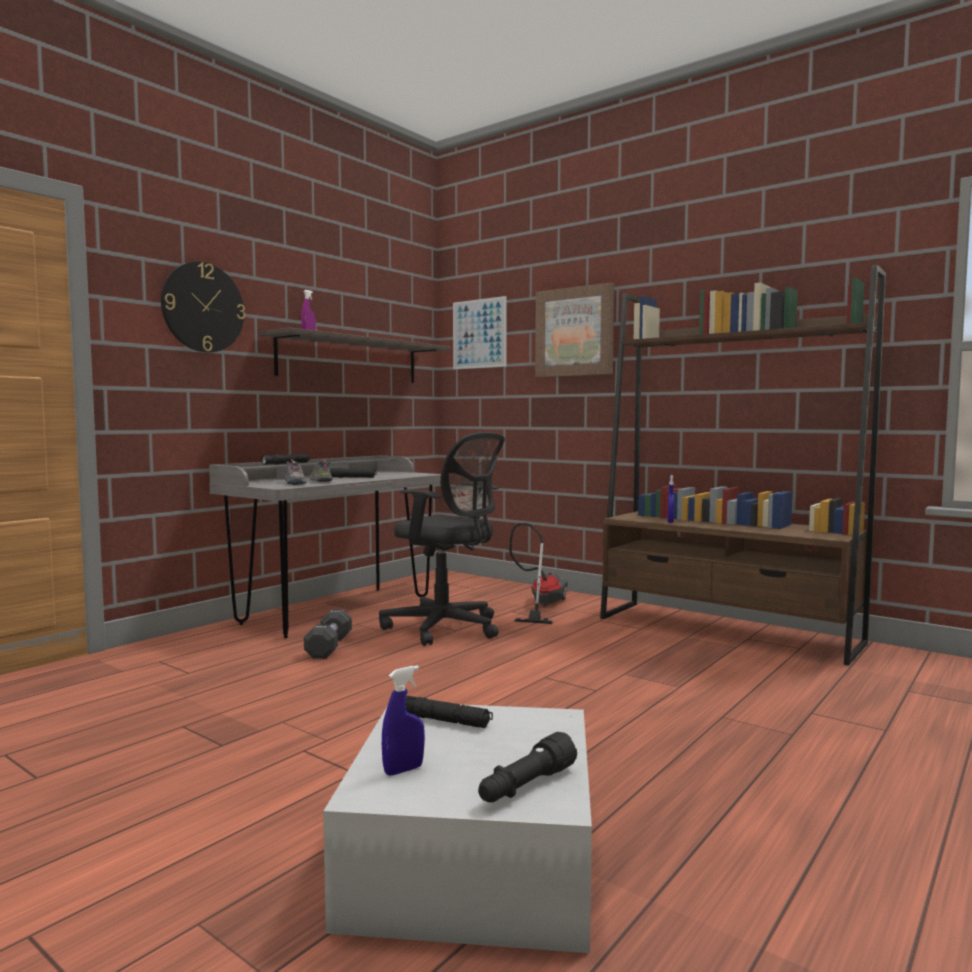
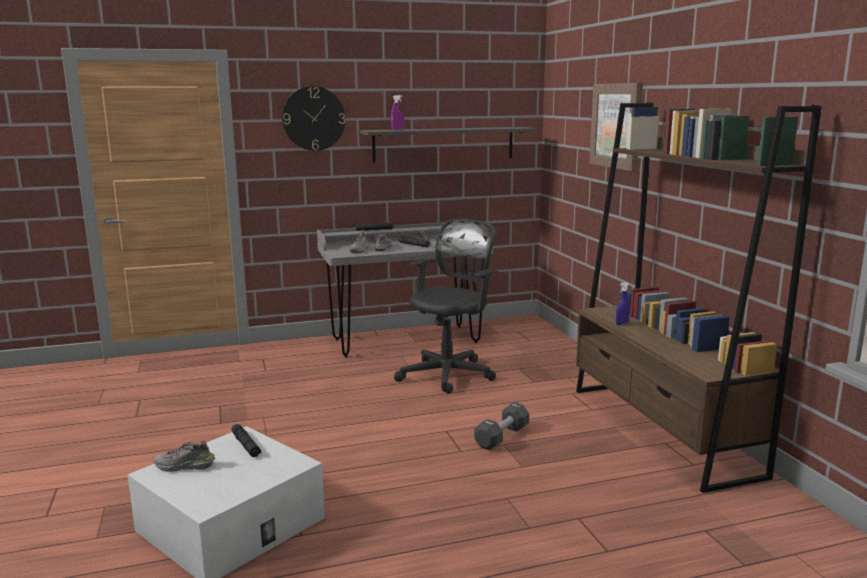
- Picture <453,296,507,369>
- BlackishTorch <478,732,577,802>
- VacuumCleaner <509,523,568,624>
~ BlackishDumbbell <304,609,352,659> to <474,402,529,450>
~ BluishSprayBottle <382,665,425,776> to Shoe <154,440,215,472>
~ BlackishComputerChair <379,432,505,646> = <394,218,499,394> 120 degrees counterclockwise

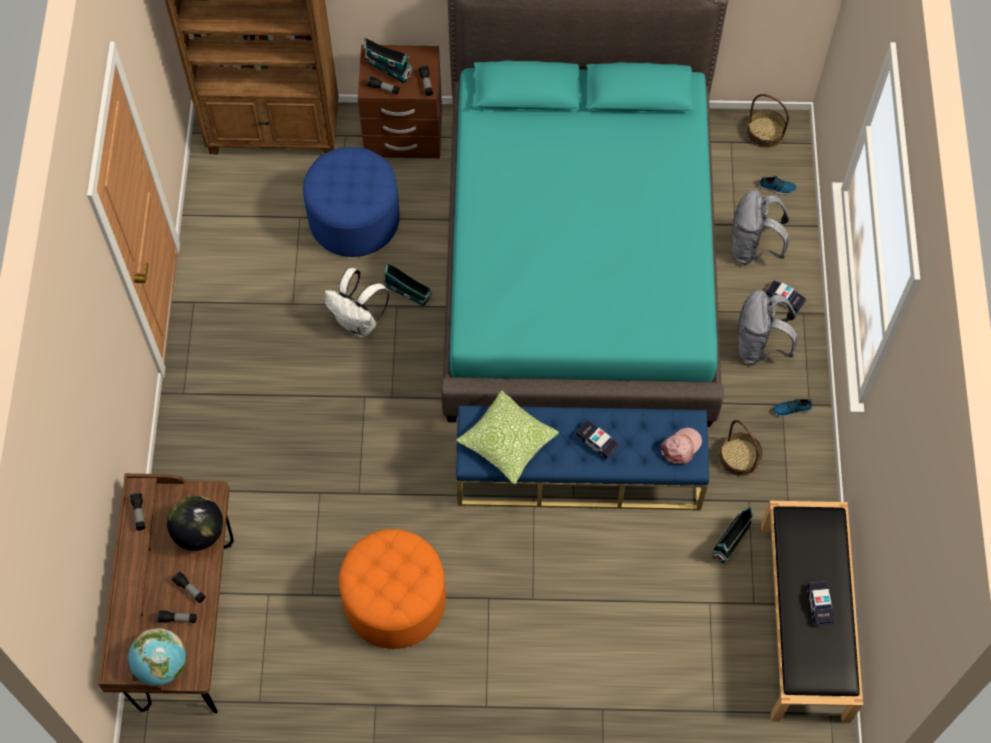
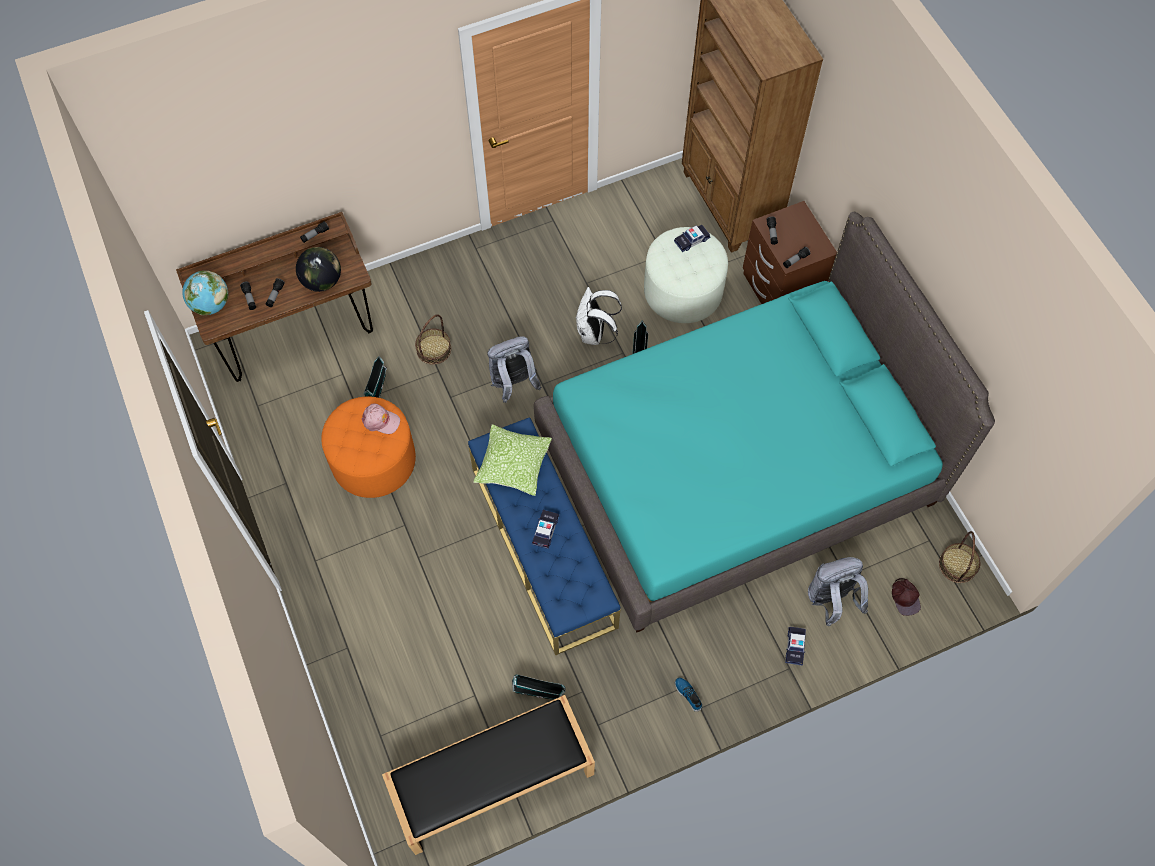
~ ToyHouse <364,37,413,83> to <363,356,387,398>
~ PinkPeakedCap <661,428,702,464> to <362,403,400,434>
~ Basket <719,420,763,477> to <415,314,451,365>
~ GreyishKnapsack <737,290,798,364> to <487,336,542,403>
~ ModelCar <806,581,835,626> to <674,225,710,252>
~ Shoe <758,176,797,195> to BrownColouredPeakedCap <892,578,921,616>
~ BluishOttoman <303,147,400,257> to WhitishOttoman <644,227,728,323>

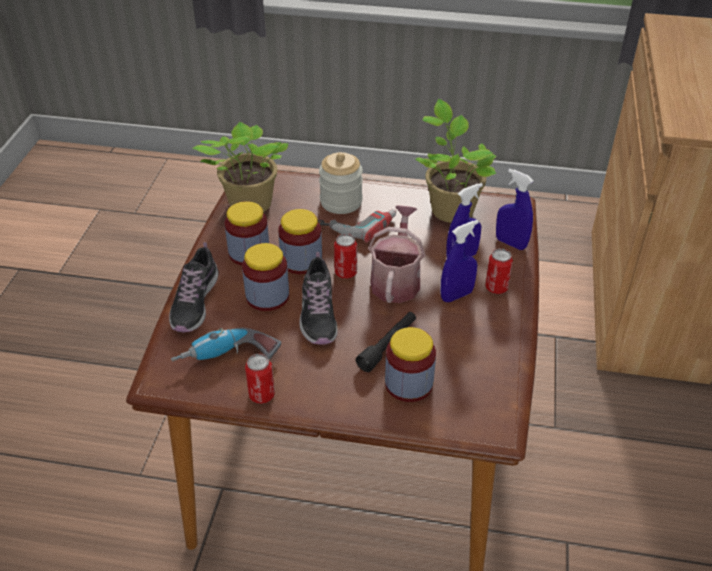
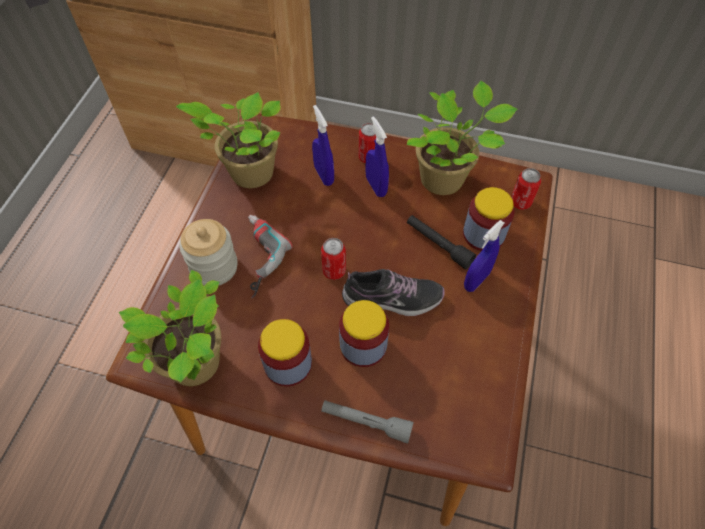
- ElectricDrill <171,328,281,361>
- PreserveJar <278,209,322,274>
- SprinklingCan <368,205,425,303>
+ PlantInAPot <406,81,517,195>
~ Can <245,354,275,404> to <511,168,541,210>
~ BluishSprayBottle <496,169,534,250> to <464,220,504,292>
~ Shoe <169,242,219,332> to GreyishTorch <321,400,414,444>

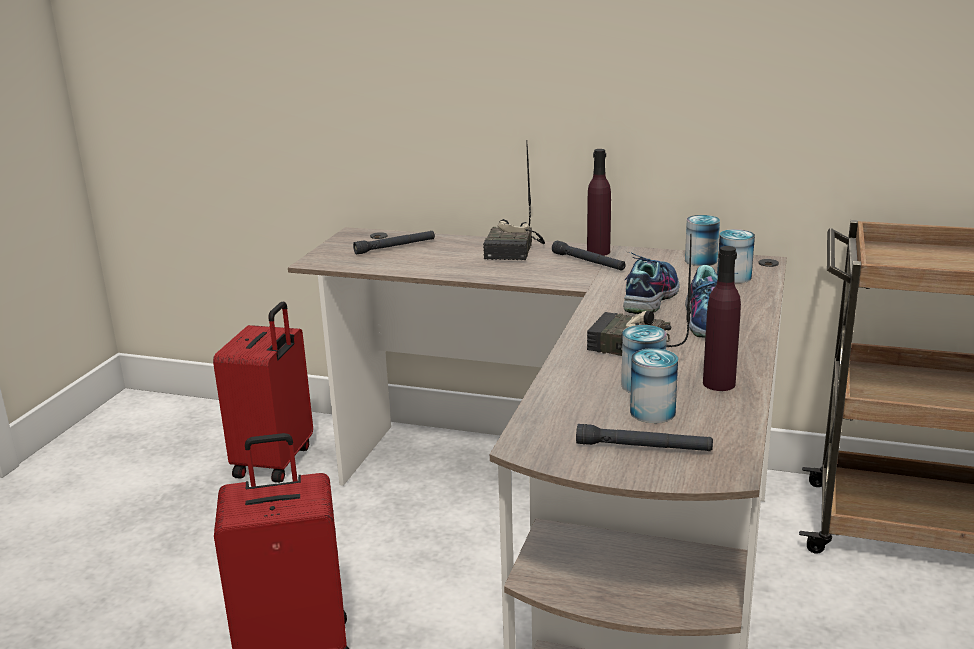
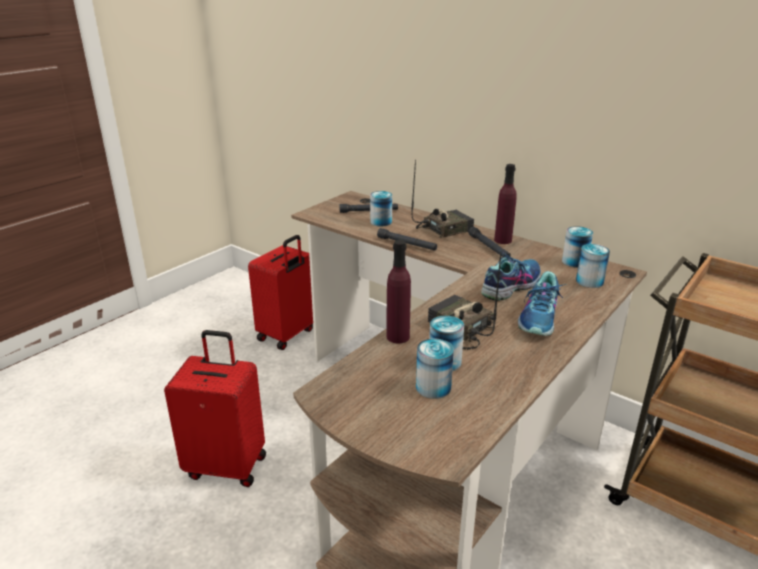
+ Can <370,191,392,226>
~ BlackishTorch <576,424,713,451> to <377,228,437,251>
~ PurpleColouredBottle <703,246,741,391> to <387,240,411,343>
~ Radio <483,144,545,260> = <411,160,474,238> 150 degrees counterclockwise

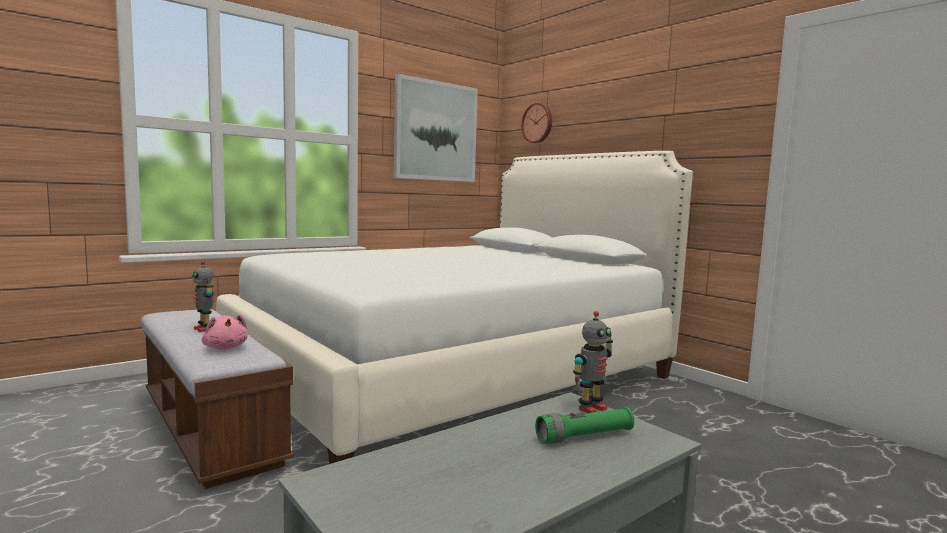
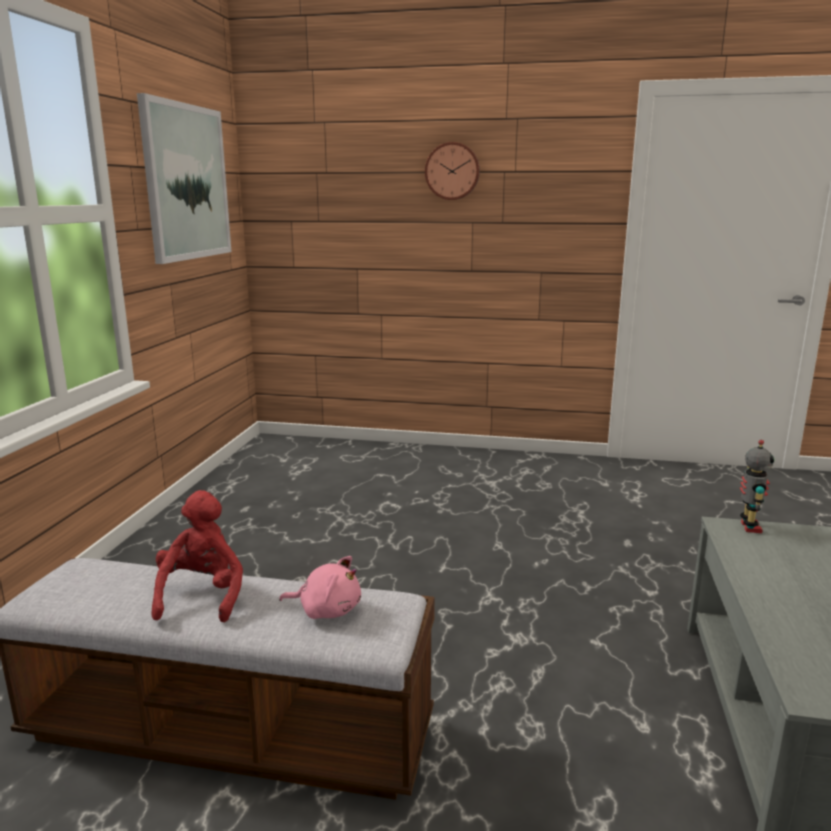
- WhitishBedroomBed <216,151,693,464>
- GreenishTorch <535,407,634,444>
~ HangingClock <521,103,552,143> to <425,142,480,200>
~ ToyRobot <192,261,215,332> to RedSoftToy <152,490,243,622>

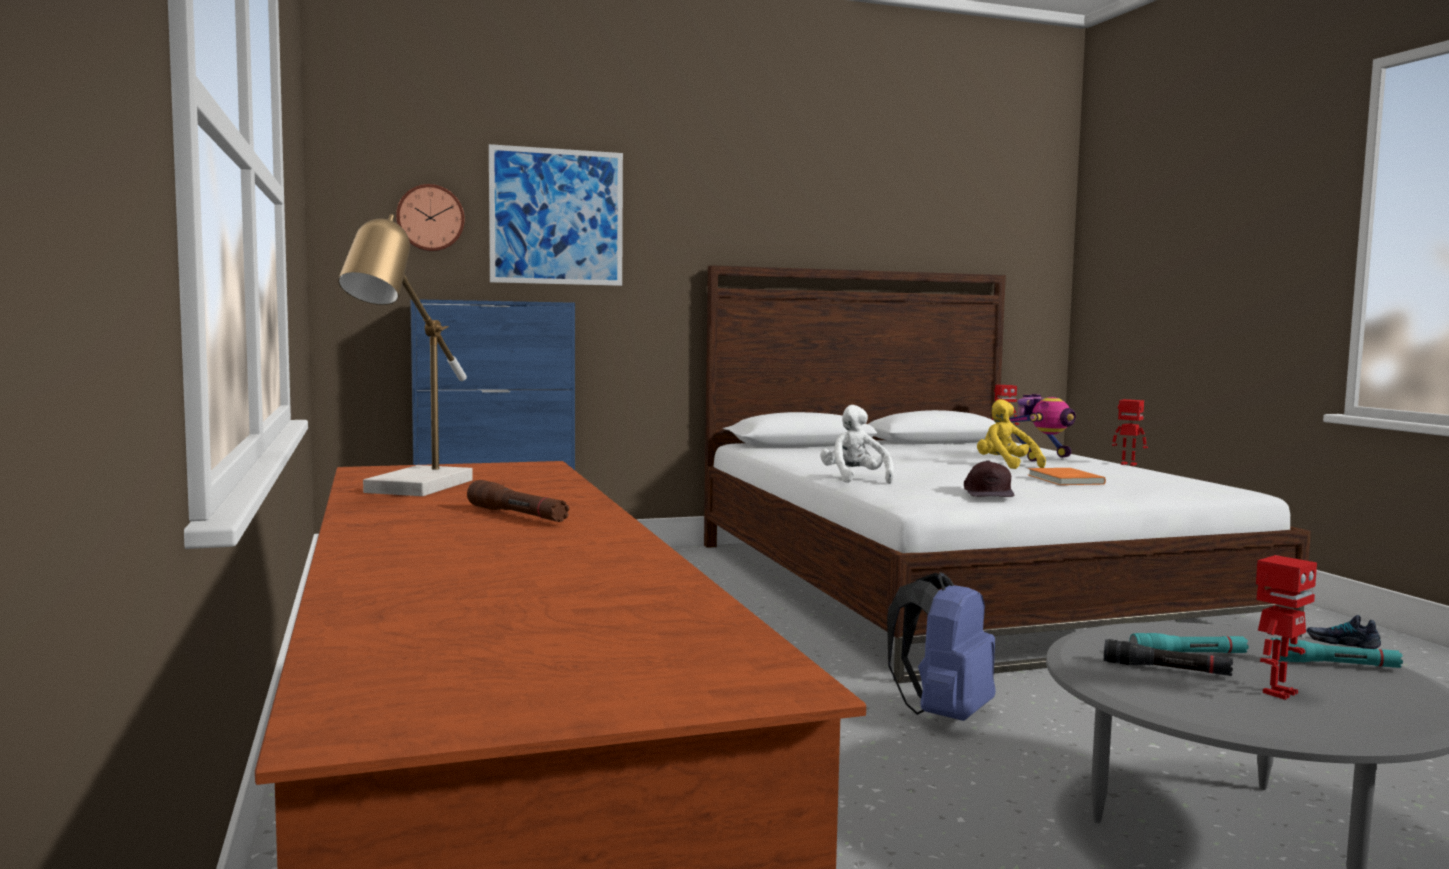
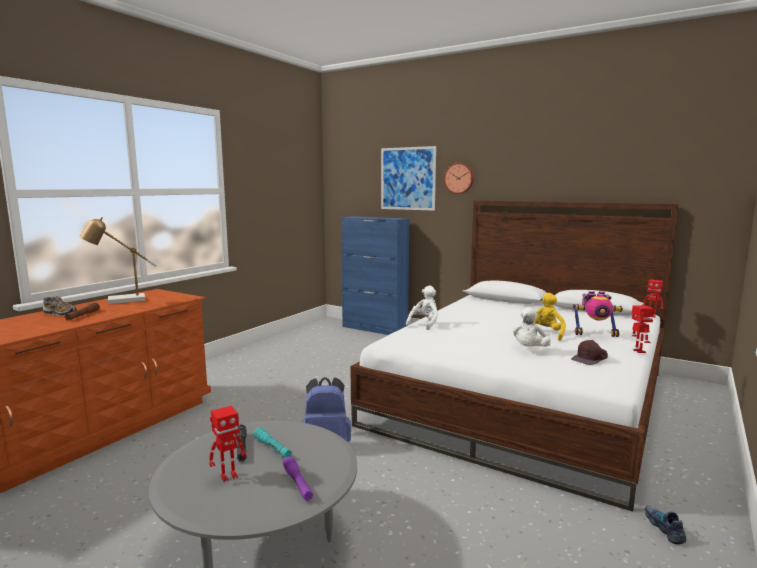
+ Shoe <43,296,77,316>
~ HangingClock <396,184,465,251> to <444,163,474,194>
~ BrownColouredPeakedCap <964,460,1014,497> to <571,340,608,365>
~ OrangeBook <1028,468,1106,485> to WhitishSoftToy <513,307,551,347>
~ TurquoiseColouredTorch <1270,638,1403,668> to PurpleColouredTorch <283,456,313,501>
~ ToyRobot <1256,555,1317,700> = <209,406,247,482> 45 degrees counterclockwise

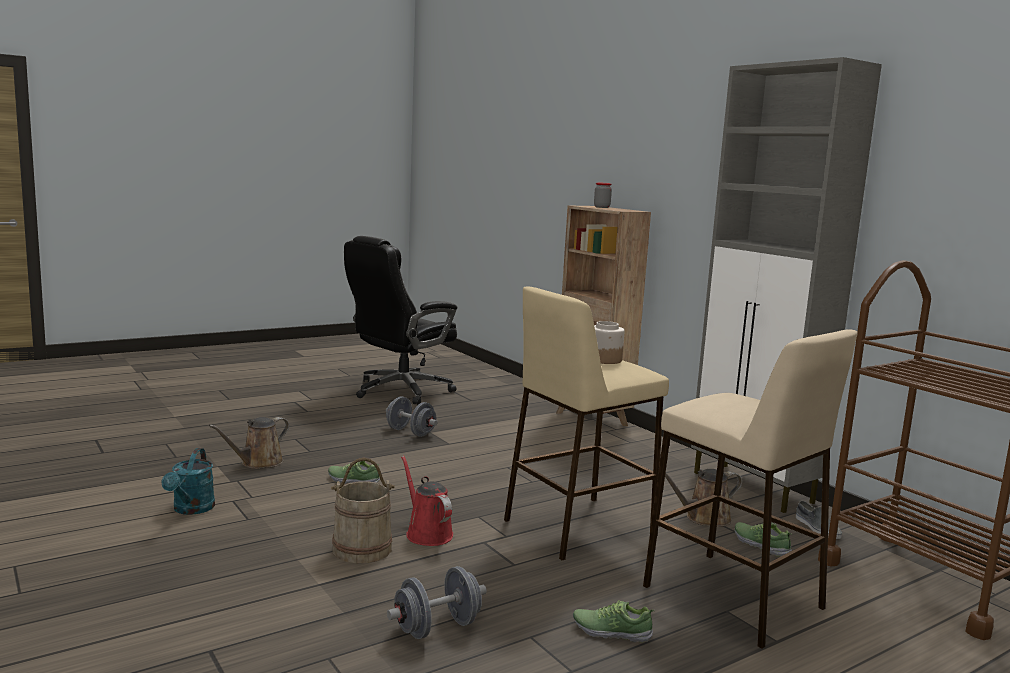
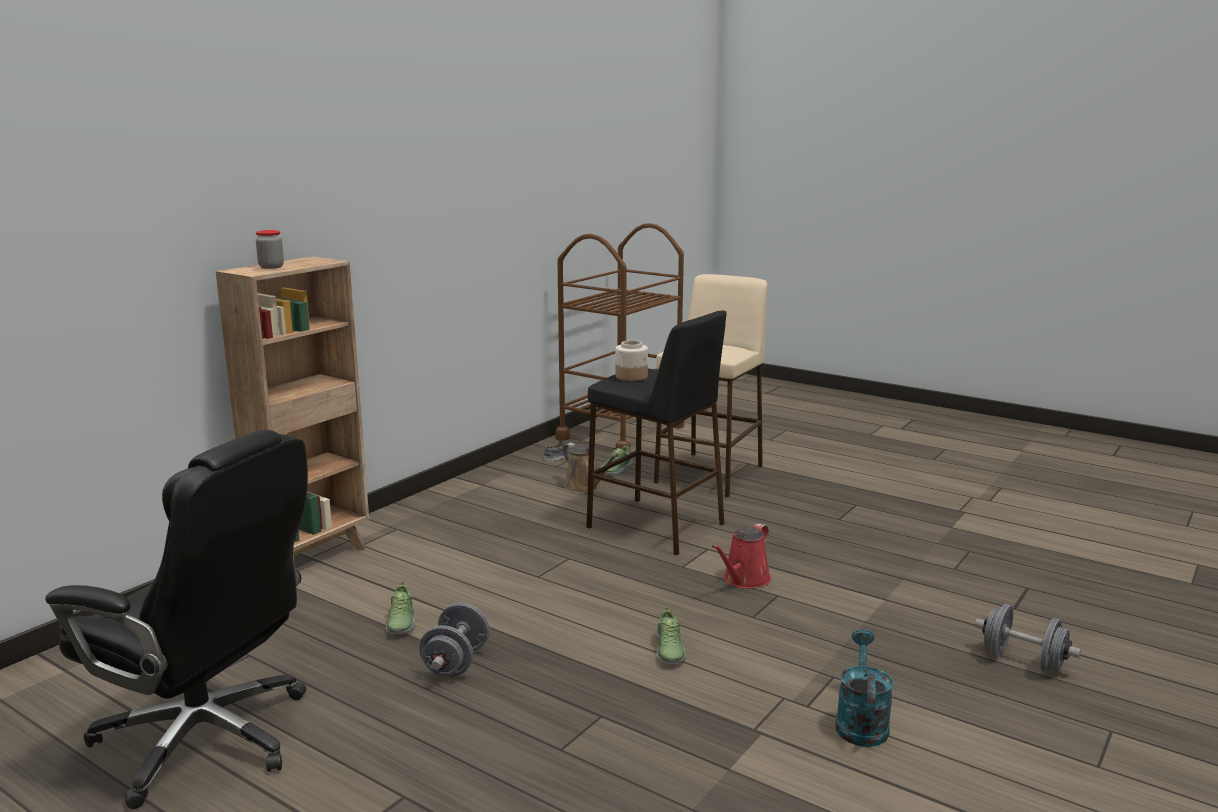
- BrownColouredSprinklingCan <209,417,289,469>
- BeigeColouredPail <331,457,395,563>
- GreyishCabinet <691,57,882,513>
~ GreyishDumbbell <387,566,487,639> to <975,604,1081,673>
~ Shoe <573,600,655,643> to <386,582,415,634>
~ BeigeColouredSittingStool <504,286,669,560> to BlackishSittingStool <586,311,727,555>
~ TurquoiseColouredSprinklingCan <162,448,215,515> = <835,630,894,747> 60 degrees counterclockwise

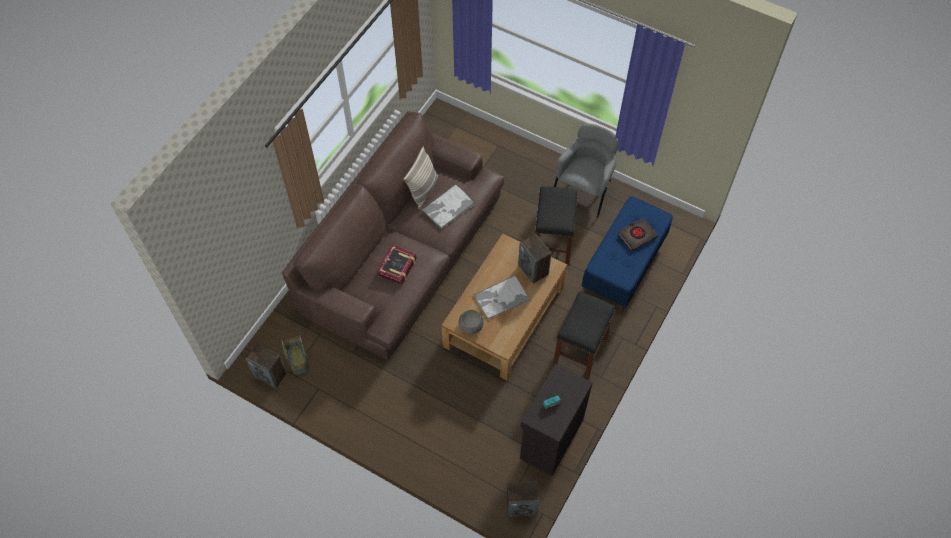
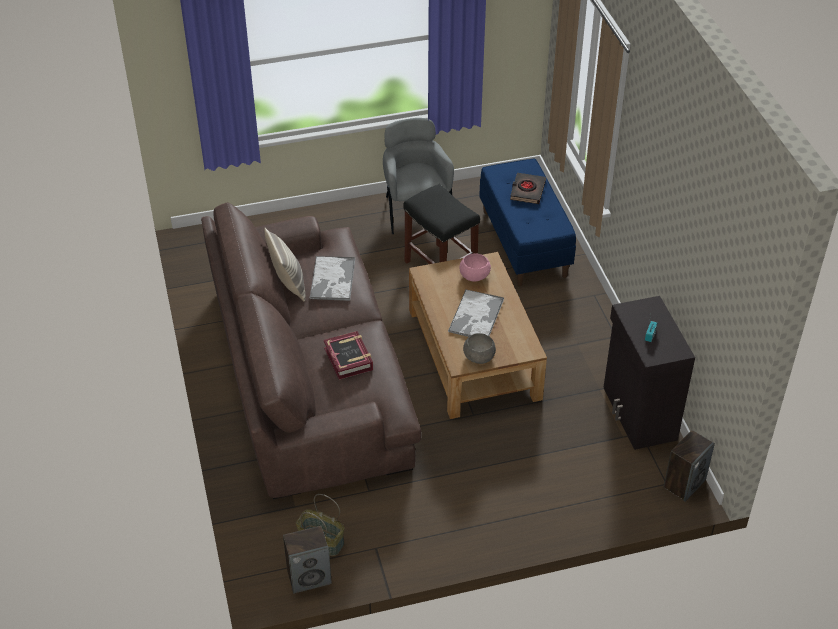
- BlackishSittingStool <553,291,615,379>
~ AudioSpeaker <518,234,552,284> to PinkServingBowl <459,253,491,282>

